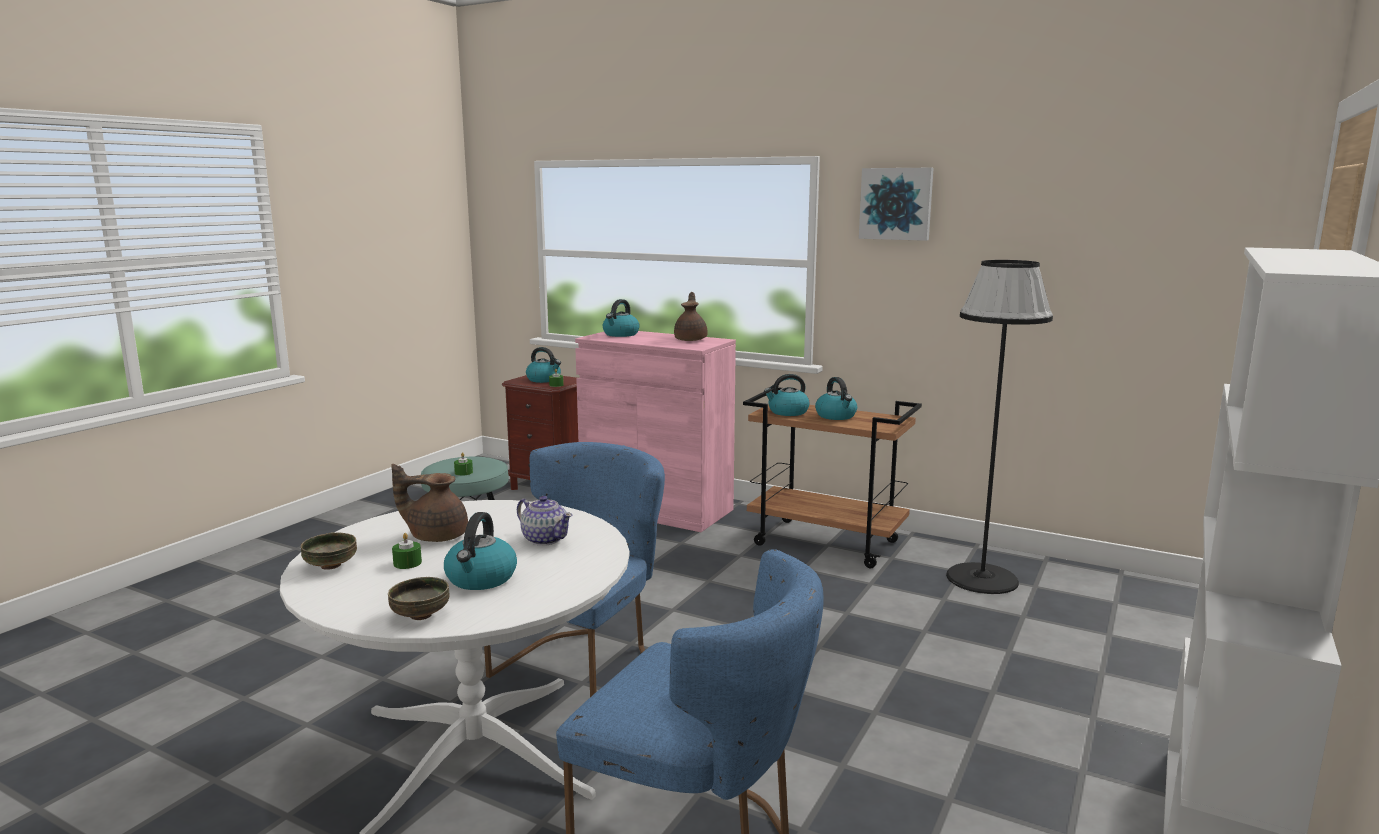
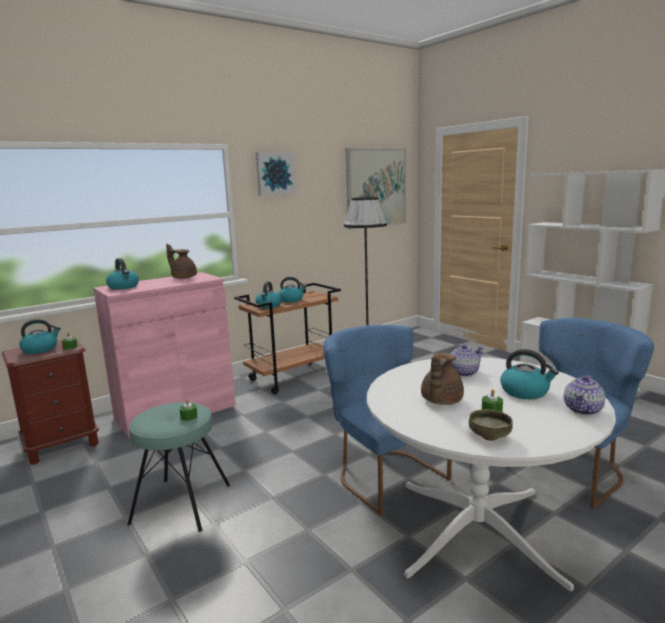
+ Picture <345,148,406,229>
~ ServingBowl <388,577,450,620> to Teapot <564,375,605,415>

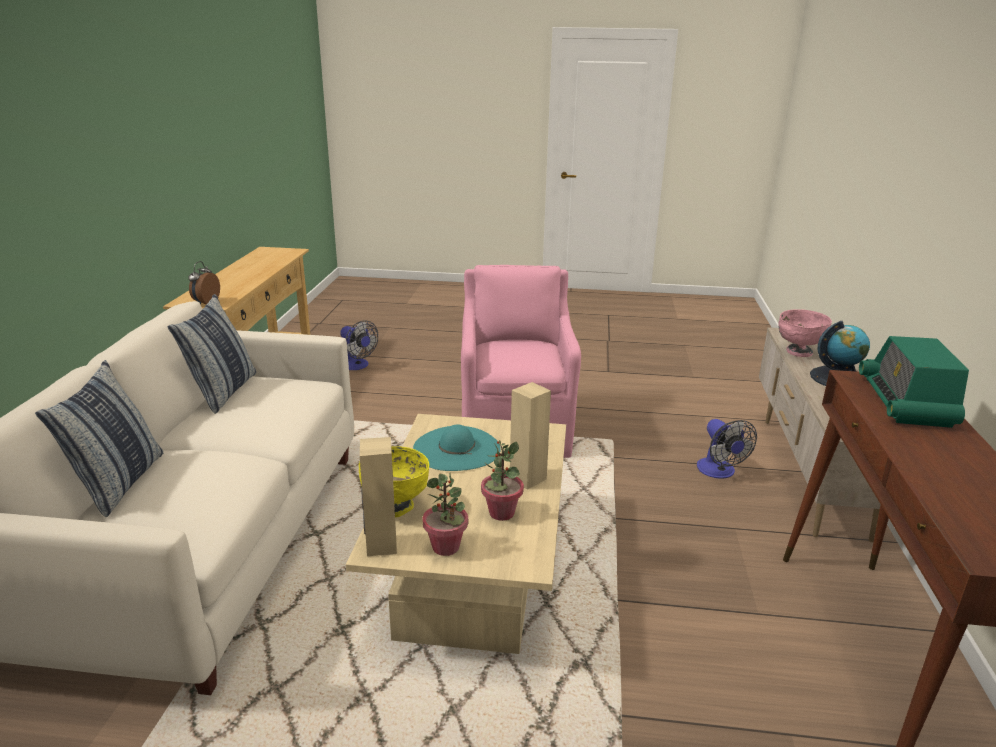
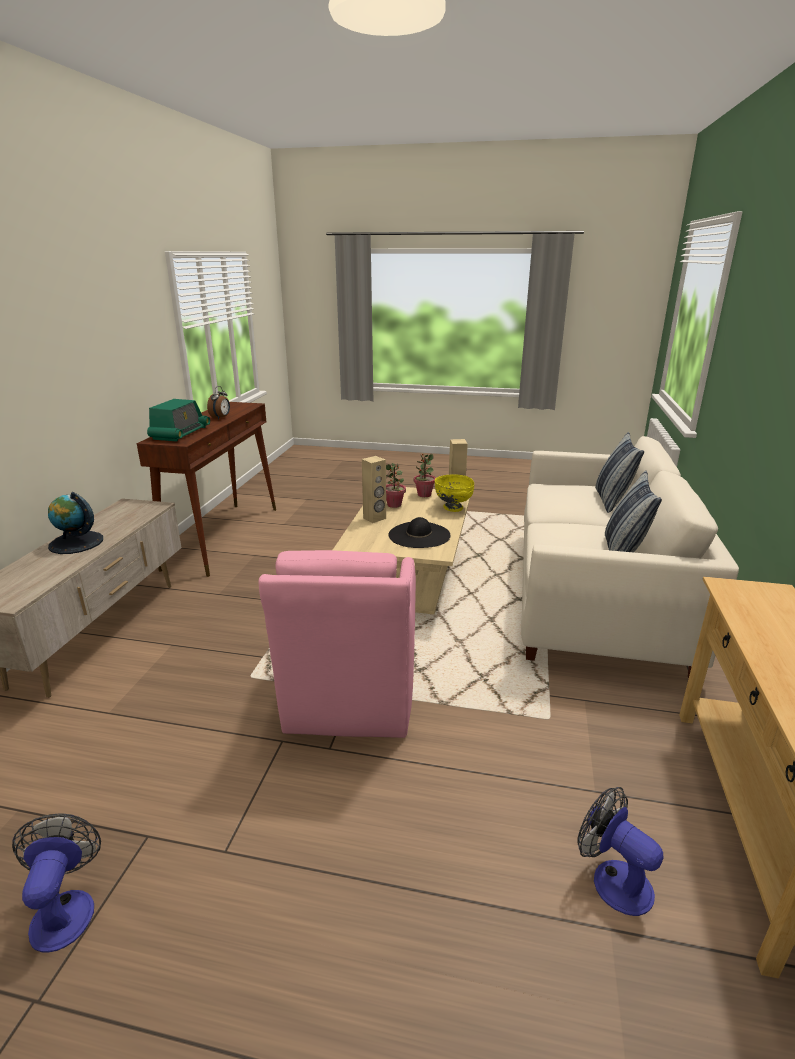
- PinkServingBowl <778,309,832,357>
~ TableClock <188,261,220,305> to <207,386,230,420>
~ ElectricFan <697,419,757,479> to <12,814,101,952>
~ TurquoiseColouredClothingHat <413,424,501,471> to BlackishClothingHat <388,517,451,548>

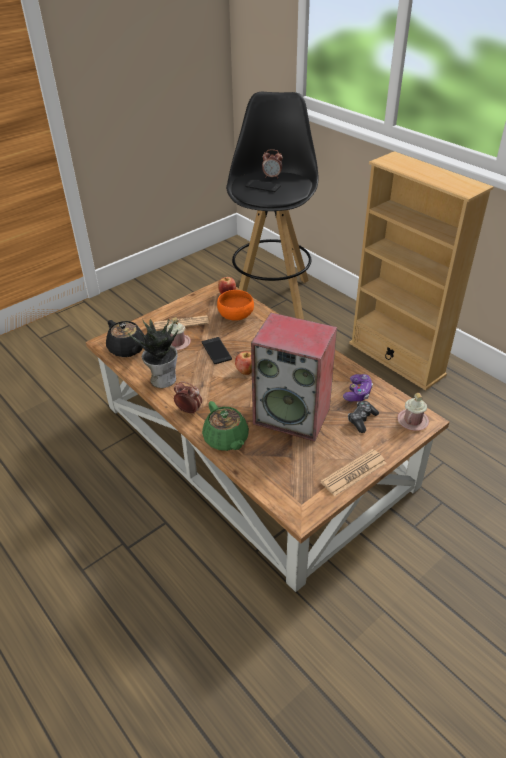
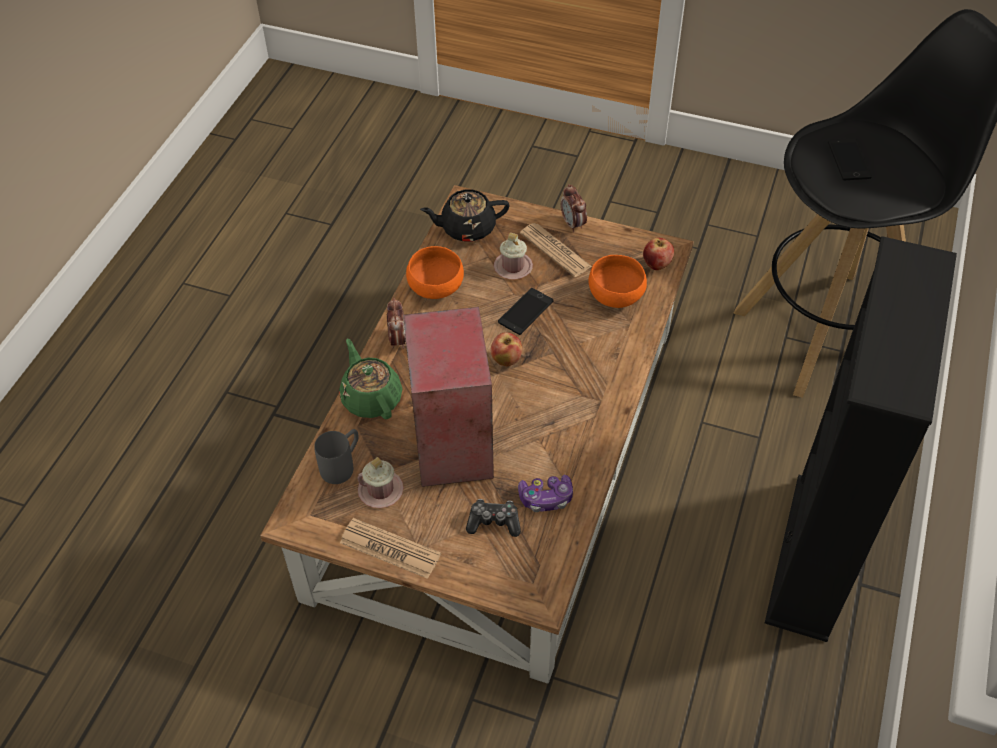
+ GreyishMug <314,429,359,484>
~ TableClock <262,149,283,178> to <561,184,587,232>
~ PinkMug <397,393,429,431> to <357,457,404,508>
~ PlantInAPot <128,319,178,388> to OrangeServingBowl <406,246,464,299>
~ BeigeColouredBookshelf <349,151,494,391> to BlackishBookshelf <765,236,957,642>
~ BlackishTeapot <106,320,145,357> = <420,190,509,242> 60 degrees clockwise
~ GreenishTeapot <202,401,249,451> = <339,339,402,419> 120 degrees clockwise

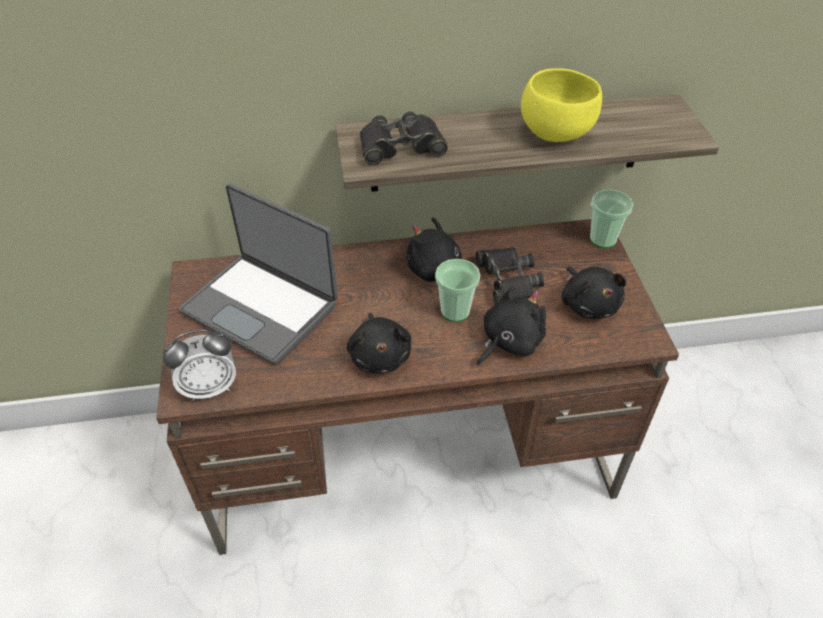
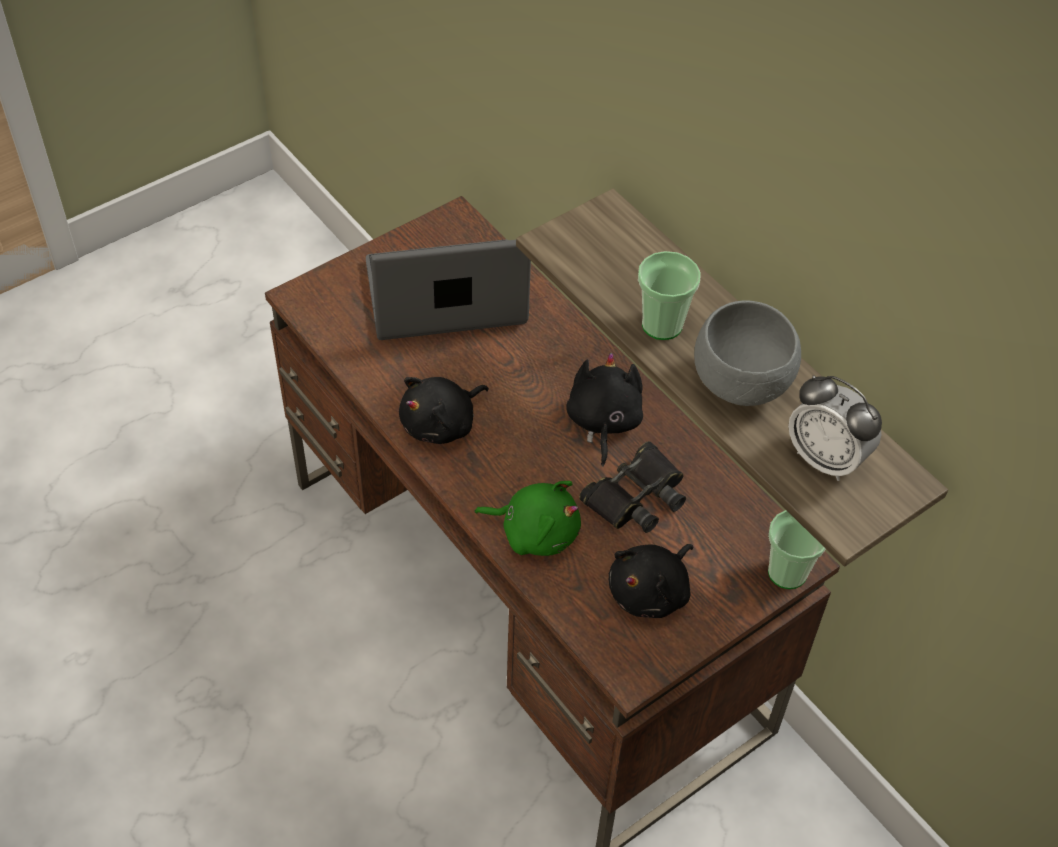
- BlackishFieldGlasses <360,112,448,165>
~ TableClock <163,330,236,401> to <788,375,882,481>
~ Cup <435,259,480,322> to <638,251,701,340>
~ BlackishSoftToy <476,285,546,366> to GreenishSoftToy <474,481,581,556>
~ YellowServingBowl <521,69,602,142> to GreyishServingBowl <694,301,801,406>
~ NotebookComputer <179,183,338,365> = <366,240,531,340> 75 degrees clockwise

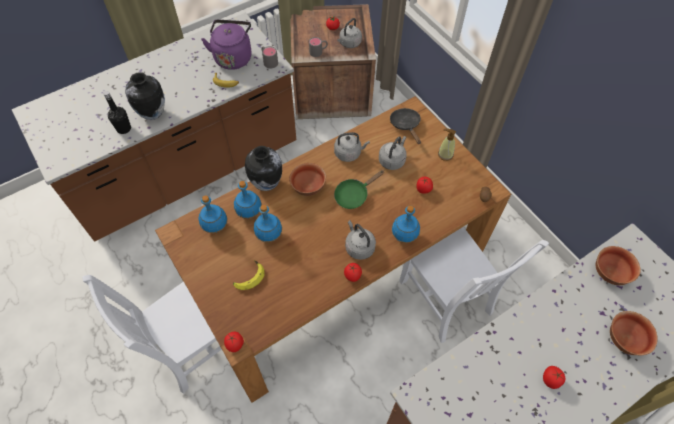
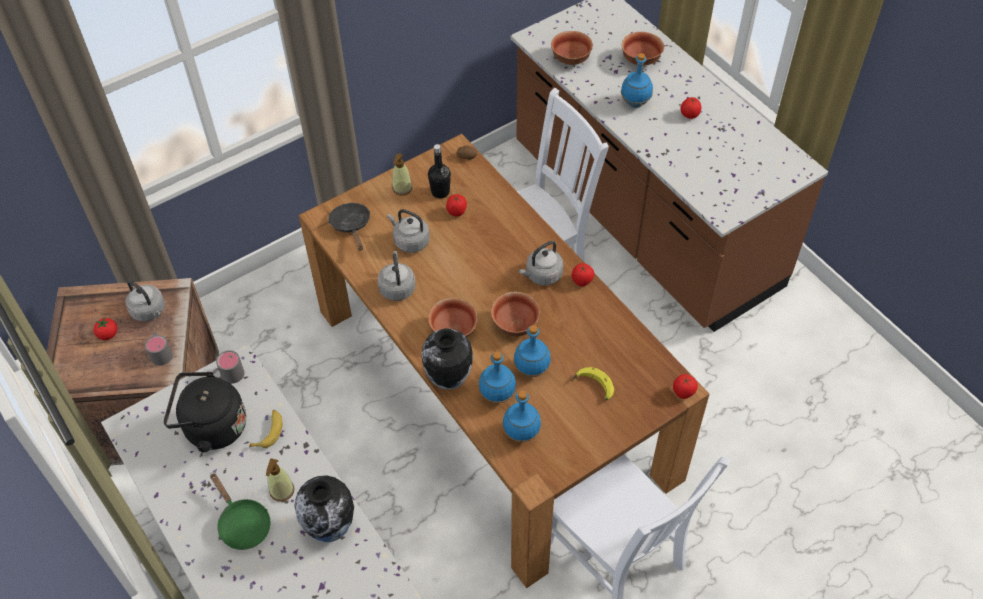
+ LiquidSoapBottle <266,458,295,502>
+ ServingBowl <491,292,540,337>
~ BlackishBottle <103,91,131,134> to <428,144,451,198>
~ GreenishSkillet <334,170,385,209> to <210,473,271,550>
~ BluishBottle <392,205,420,243> to <621,53,653,108>
~ PurpleColouredTeaKettle <201,20,252,70> to BlackishTeaKettle <164,372,246,453>
~ BlackishSkillet <390,108,421,144> = <328,203,370,251> 90 degrees clockwise

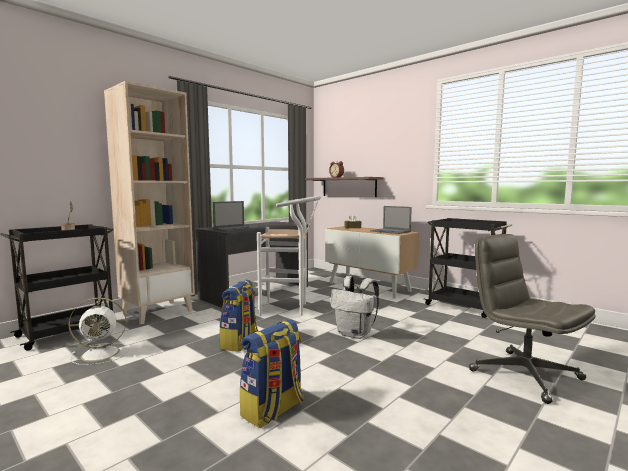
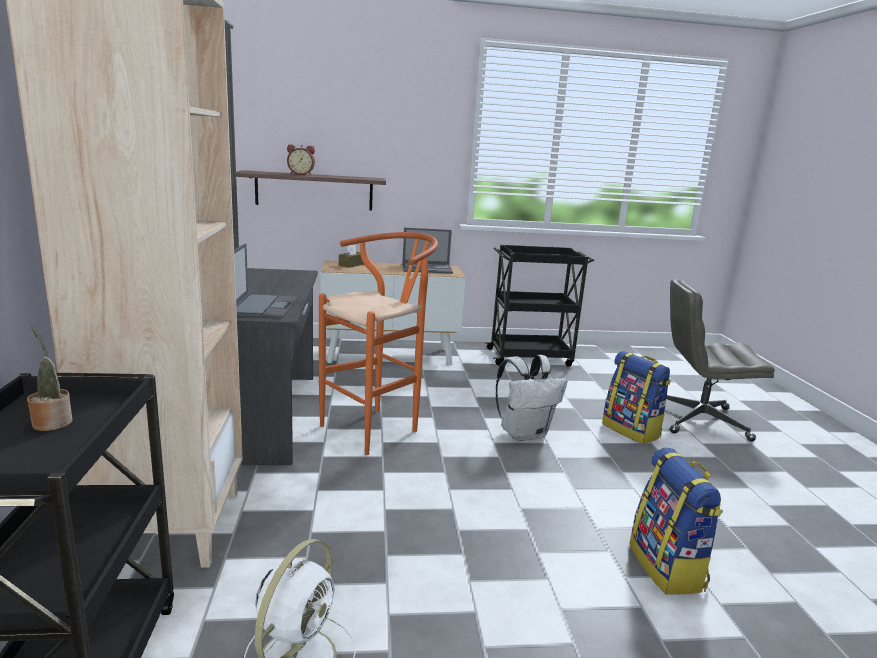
~ Knapsack <219,279,258,352> to <602,351,671,444>
~ WhitishSittingStool <257,196,321,316> to OrangeSittingStool <319,232,438,455>

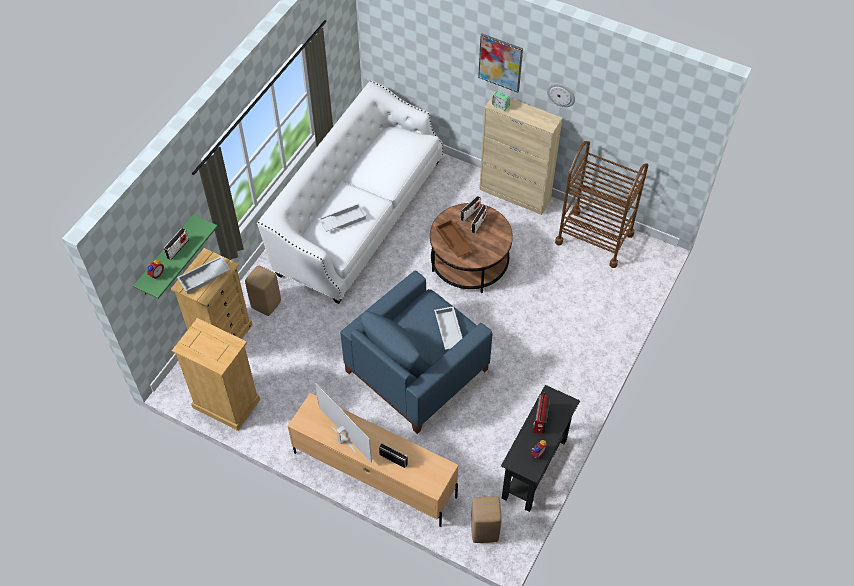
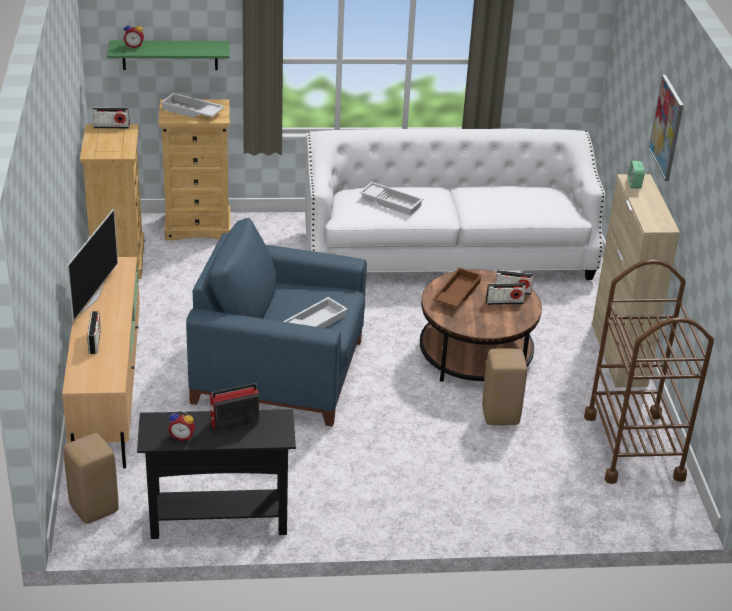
- HangingClock <547,83,575,107>
~ Radio <164,228,189,260> to <93,107,130,129>
~ BeigeColouredSittingStool <245,265,281,316> to <482,348,527,425>

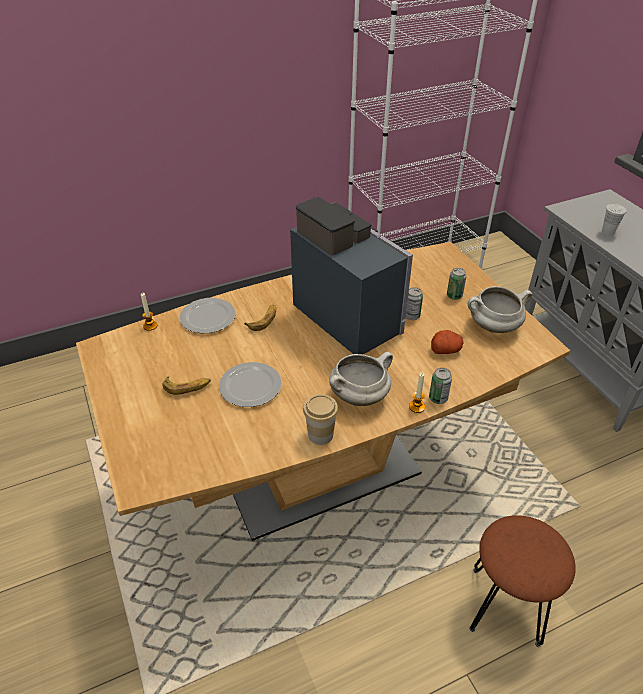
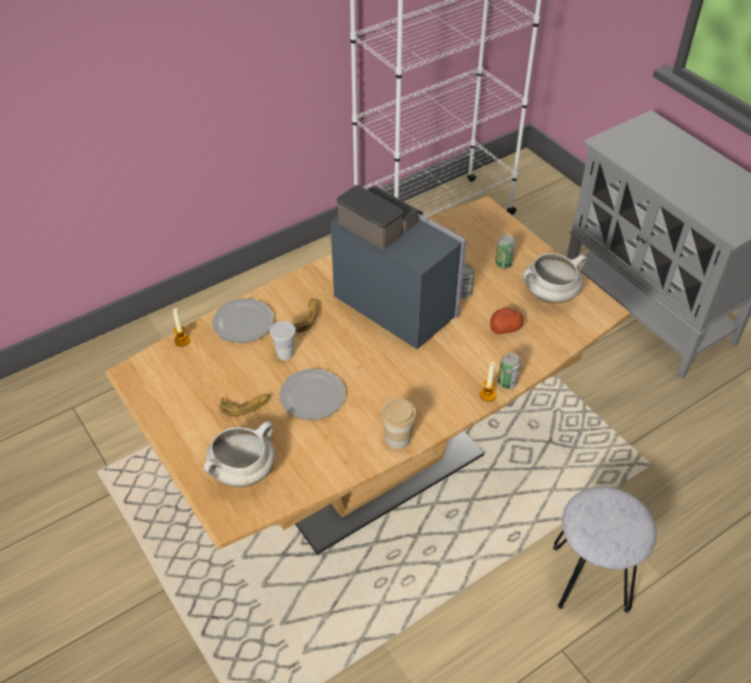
~ WhitishSaucepot <329,352,393,406> to <203,421,275,487>
~ WhitishCup <602,204,627,236> to <270,321,296,360>
~ BrownColouredSittingStool <469,515,576,647> to GreyishSittingStool <553,487,657,613>

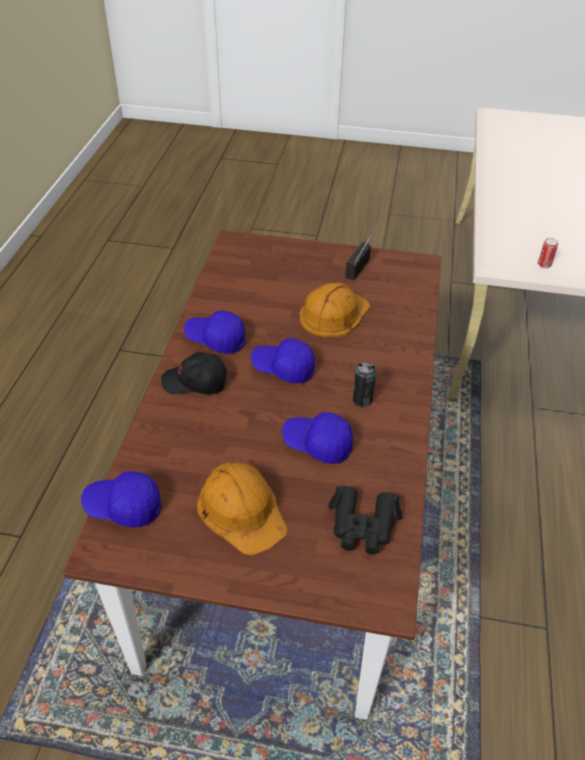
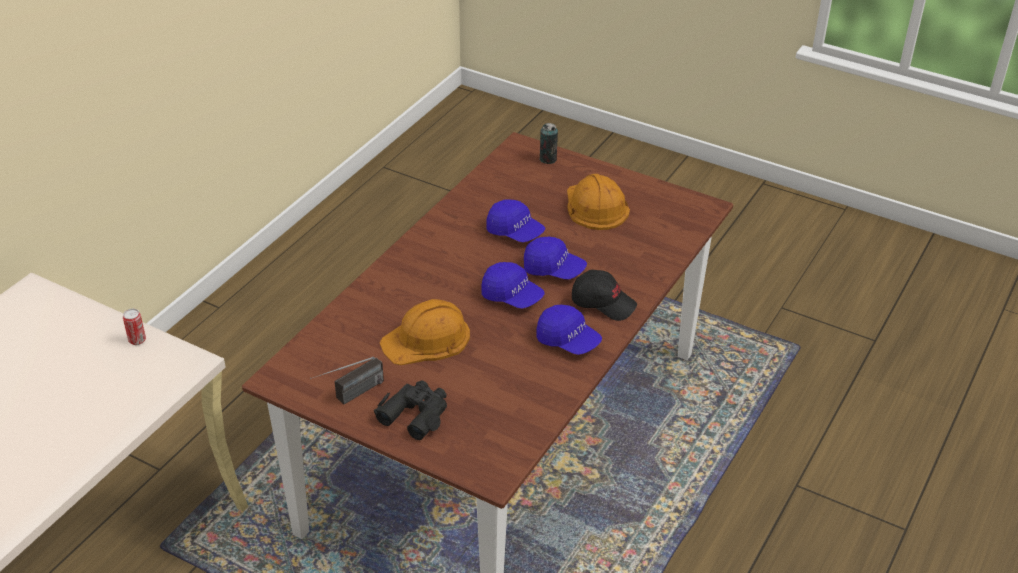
~ BluishPeakedCap <81,471,162,528> to <524,237,587,279>
~ BlackishFieldGlasses <328,486,402,555> to <374,380,447,440>
~ Can <353,362,376,407> to <539,123,558,164>

